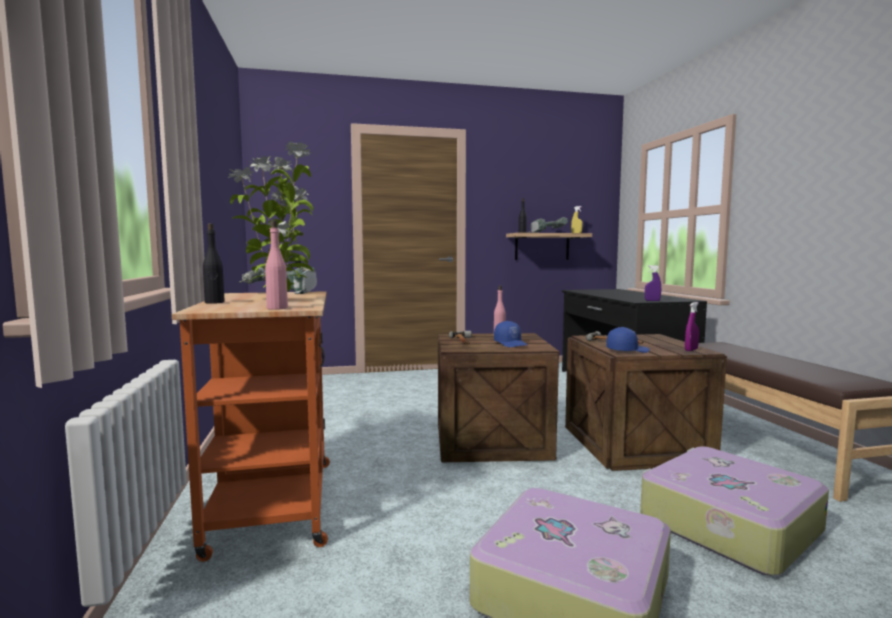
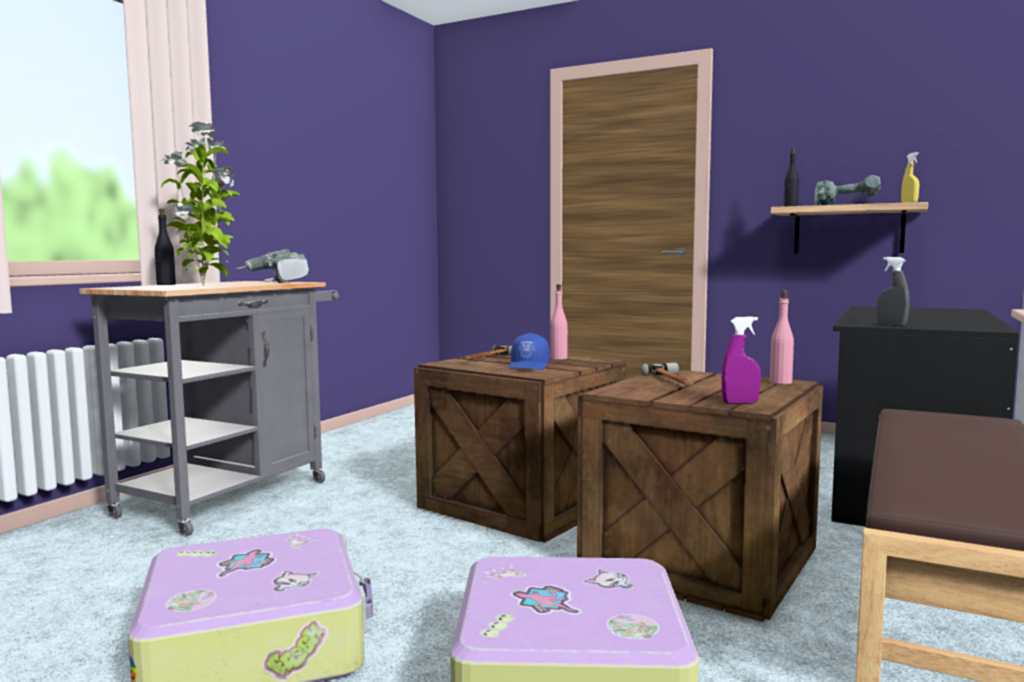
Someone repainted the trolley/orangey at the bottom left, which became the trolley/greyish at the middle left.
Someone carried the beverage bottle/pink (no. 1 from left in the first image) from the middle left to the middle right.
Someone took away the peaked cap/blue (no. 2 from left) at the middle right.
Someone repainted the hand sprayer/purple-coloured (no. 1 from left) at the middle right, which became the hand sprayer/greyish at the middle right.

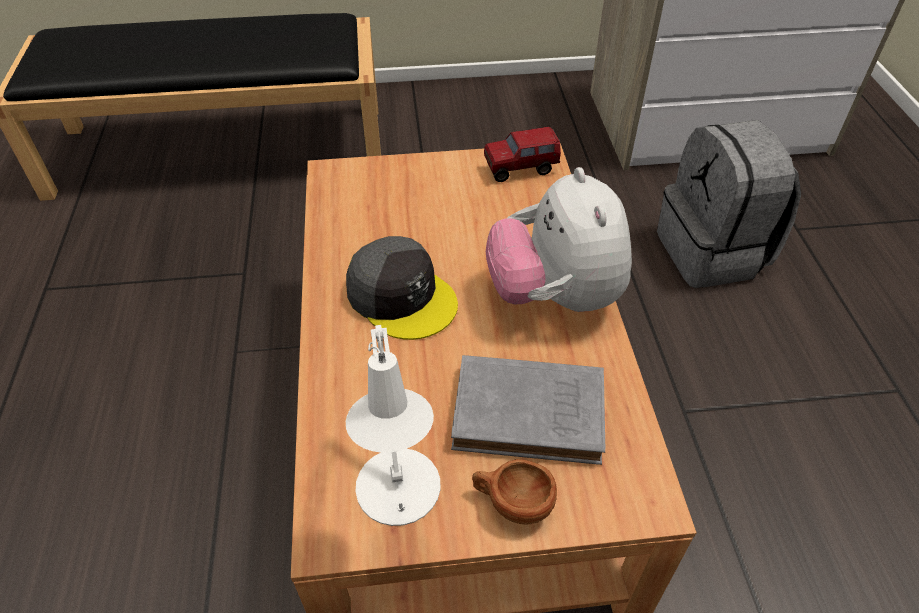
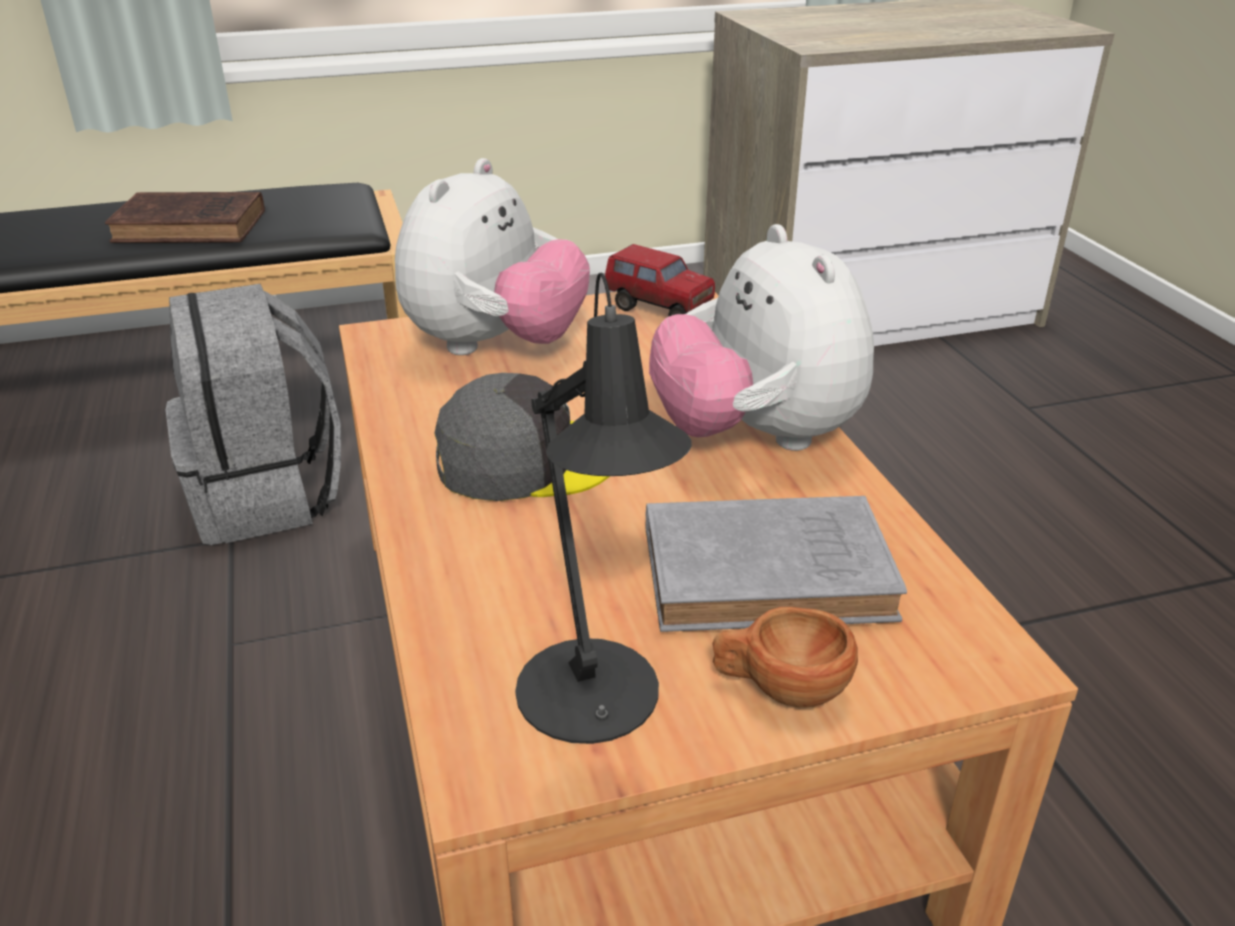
Someone rotated the peaked cap/greyish at the centre by 45 degrees counterclockwise.
Someone repainted the table lamp/white at the bottom centre, which became the table lamp/black at the centre.
Someone rotated the toy truck at the top centre by 120 degrees counterclockwise.
Someone carried the backpack/greyish from the top right to the middle left.
Someone put down the bound book/brown-coloured at the top left.
Someone put down the plush toy (no. 1 from left) at the top centre.

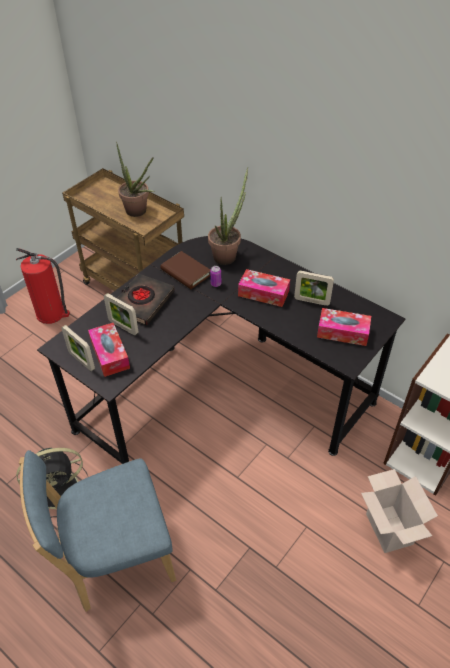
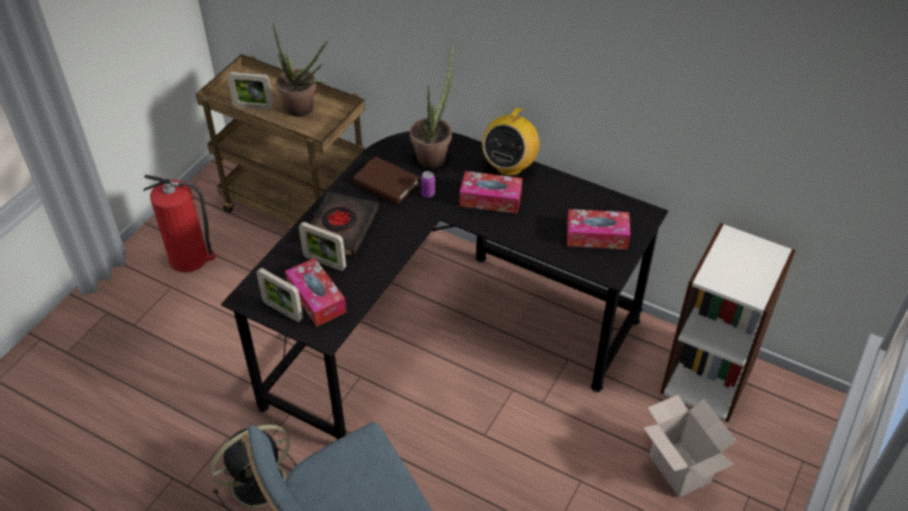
Someone carried the photo frame (no. 3 from left in the first image) from the middle right to the top left.
Someone put down the radio set at the top centre.

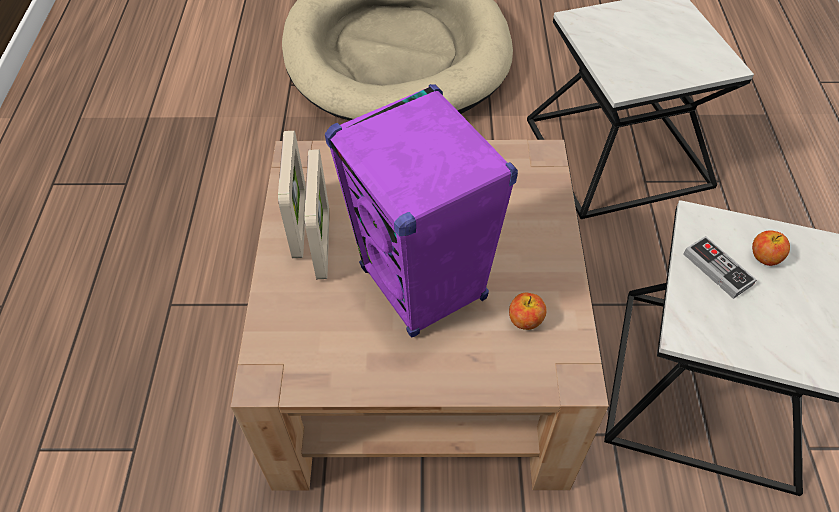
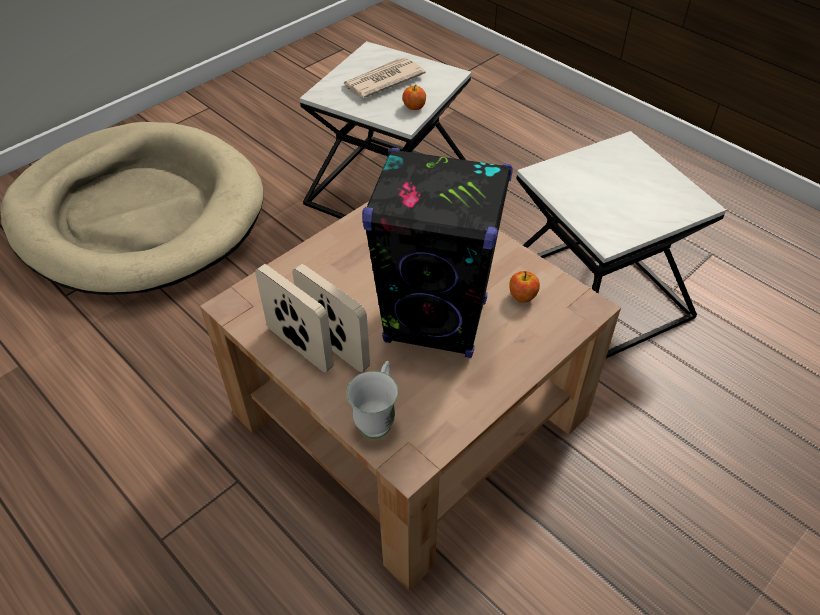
Someone repainted the loudspeaker/purple-coloured at the centre, which became the loudspeaker/black at the centre.
Someone took away the joypad at the middle right.
Someone carried the apple fruit (no. 2 from left in the first image) from the middle right to the top centre.
Someone put down the printed paper at the top centre.
Someone put down the coffee mug/white at the centre.

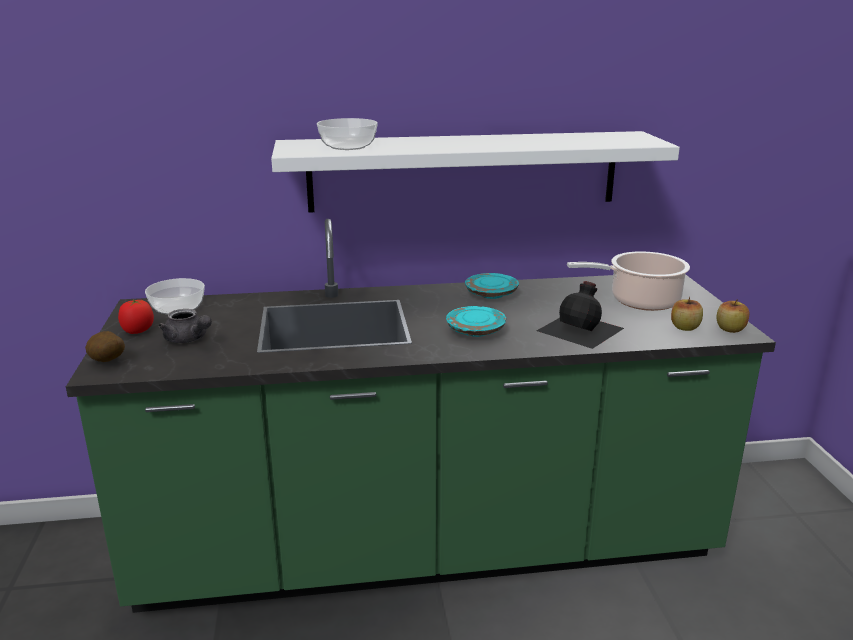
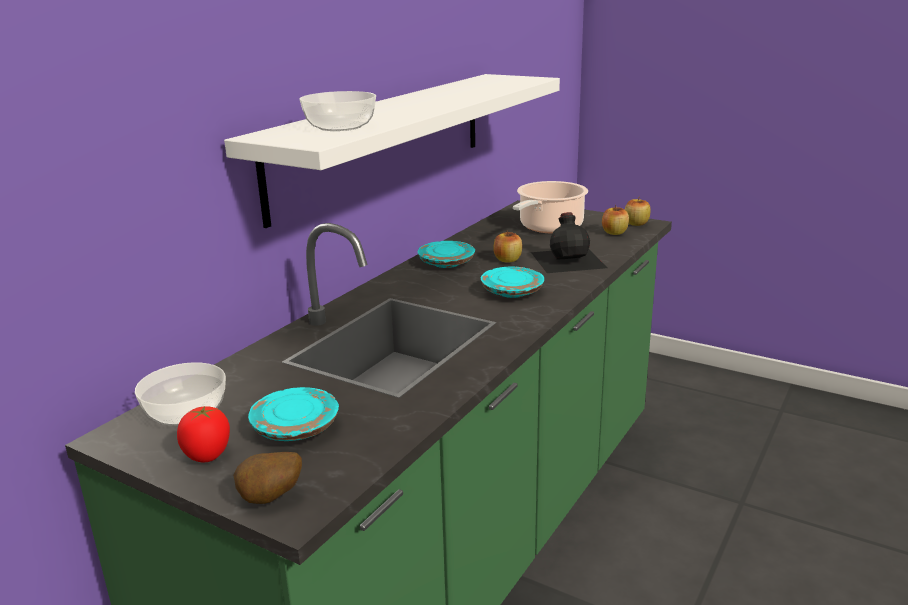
Someone swapped the teapot/greyish at the middle left for the dinner plate/turquoise-coloured (no. 1 from left) at the bottom left.
Someone put down the apple fruit (no. 1 from left) at the centre.

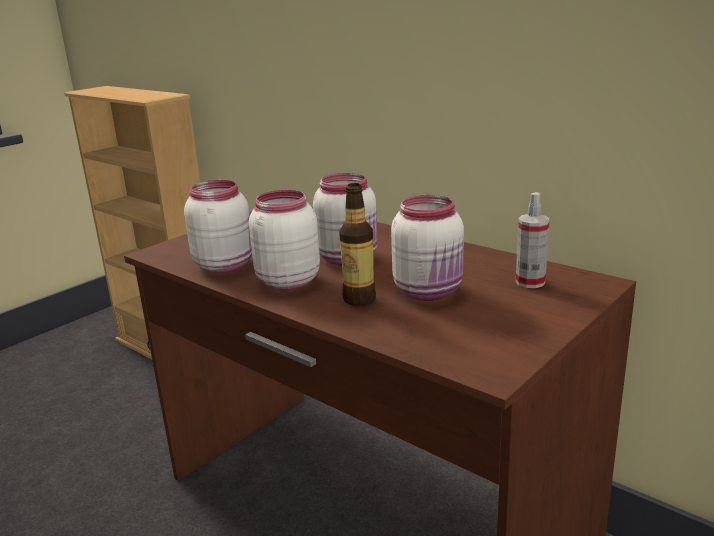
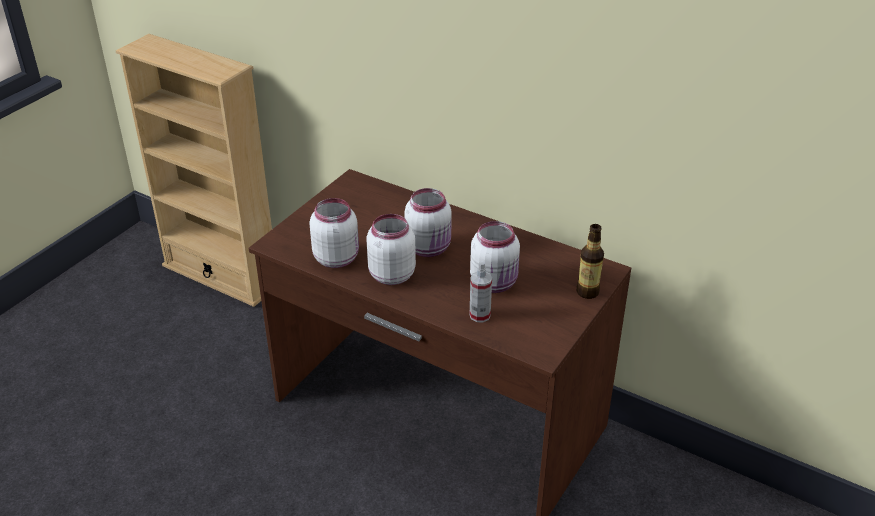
Someone carried the beverage bottle from the centre to the middle right.
Someone carried the hand sprayer from the middle right to the centre.

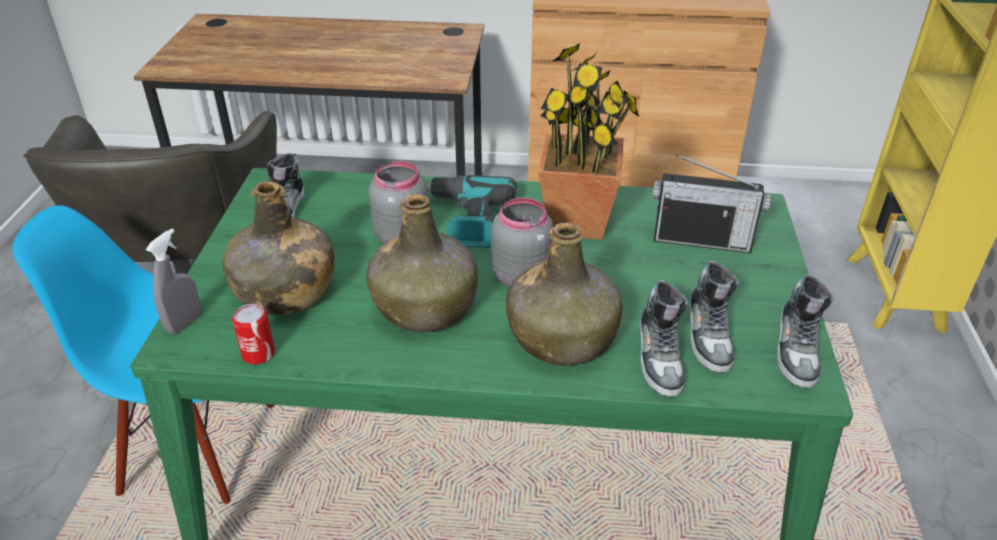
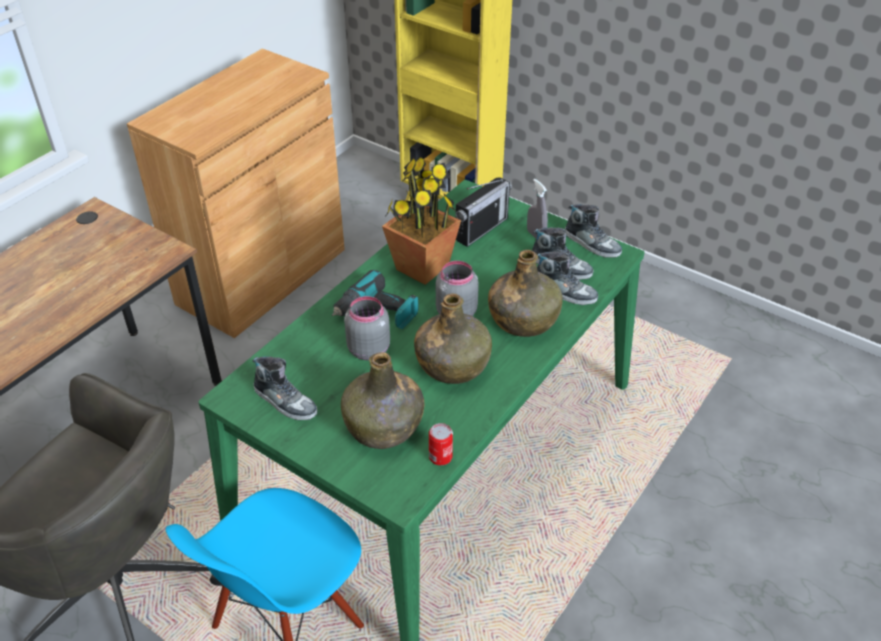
Someone carried the hand sprayer/greyish from the middle left to the top centre.

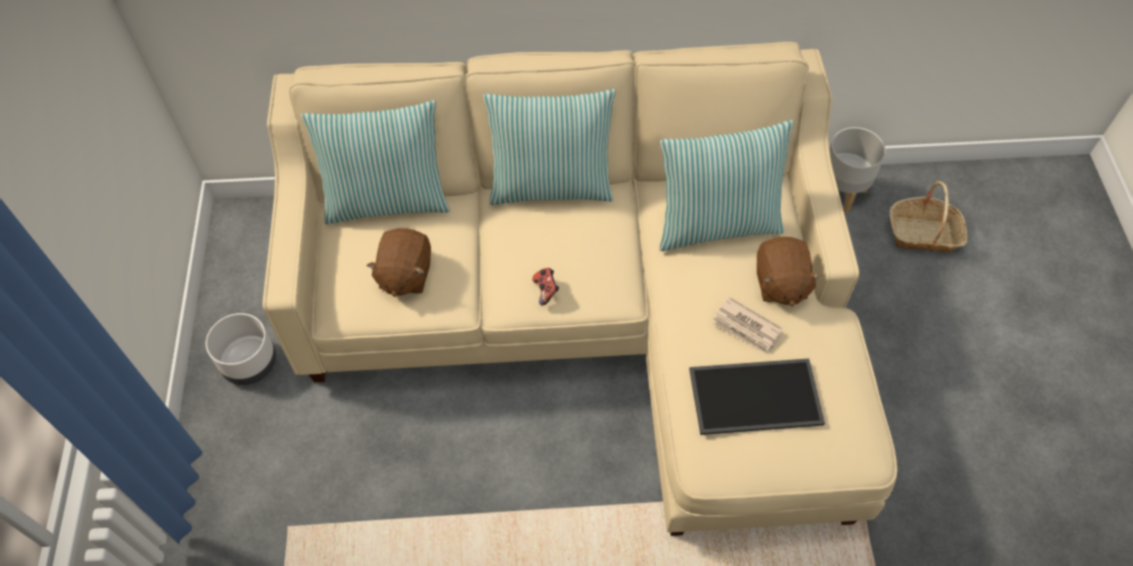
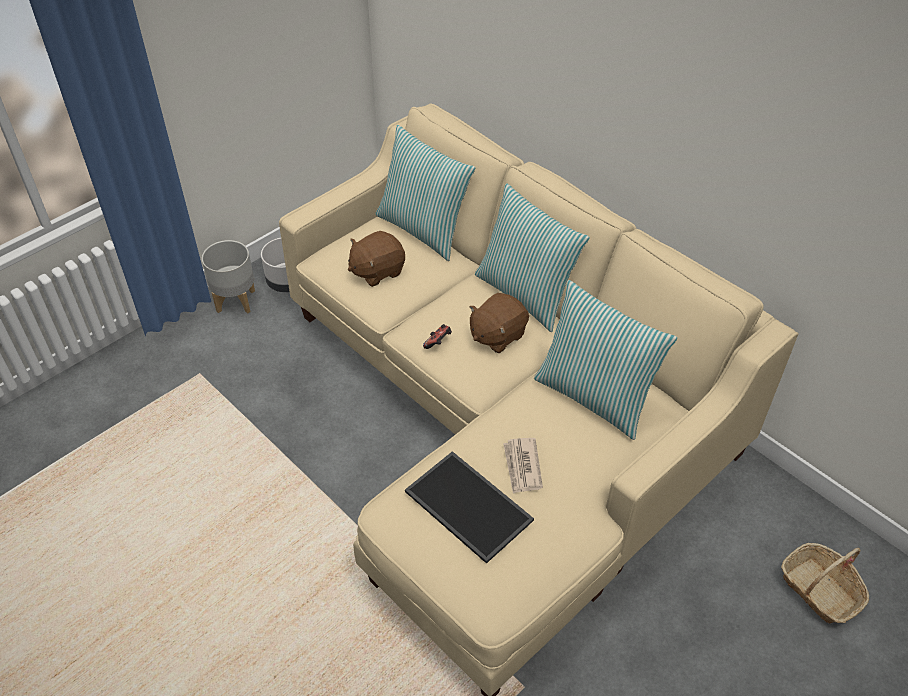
Someone carried the plush toy/brown-coloured (no. 2 from left) from the middle right to the centre.
Someone carried the planter/greyish (no. 2 from left in the first image) from the top right to the middle left.

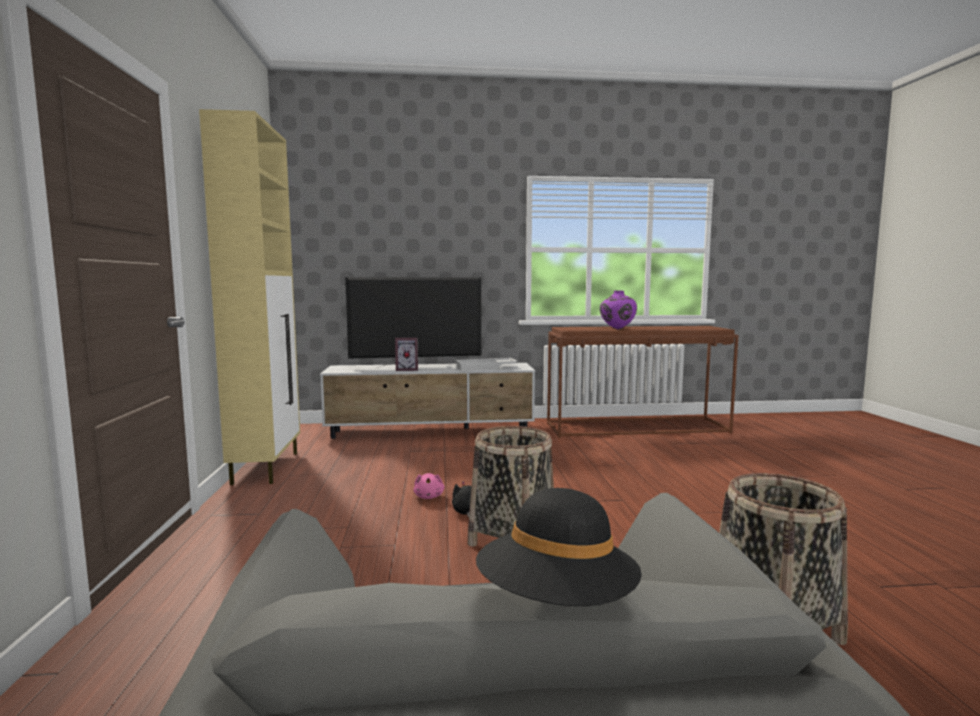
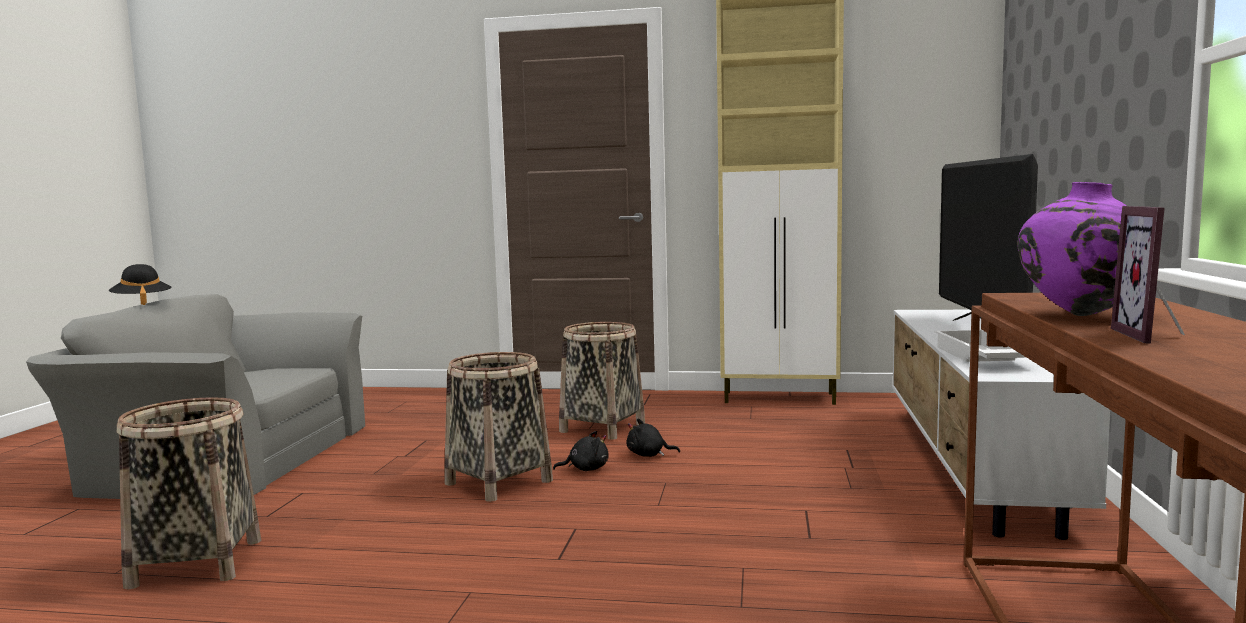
Someone carried the photo frame from the centre to the middle right.
Someone repainted the plush toy/pink at the bottom centre, which became the plush toy/black (no. 2 from left) at the bottom centre.
Someone put down the storage basket (no. 3 from left) at the centre.

